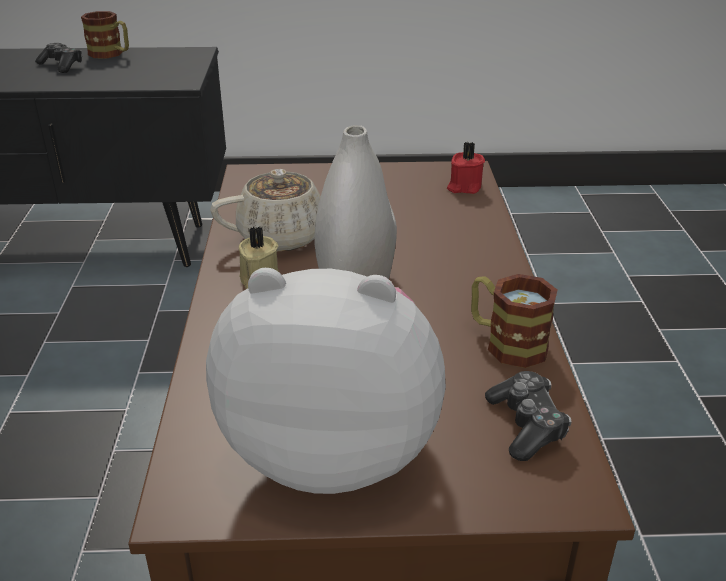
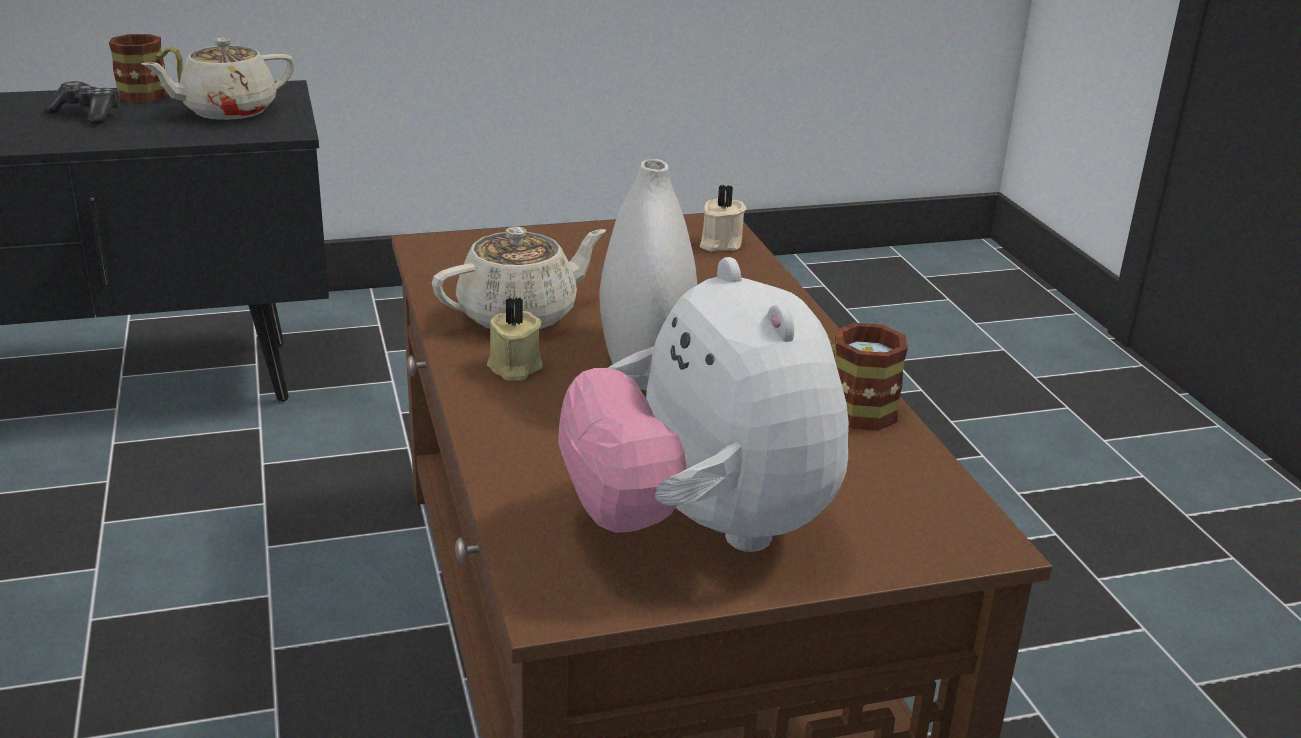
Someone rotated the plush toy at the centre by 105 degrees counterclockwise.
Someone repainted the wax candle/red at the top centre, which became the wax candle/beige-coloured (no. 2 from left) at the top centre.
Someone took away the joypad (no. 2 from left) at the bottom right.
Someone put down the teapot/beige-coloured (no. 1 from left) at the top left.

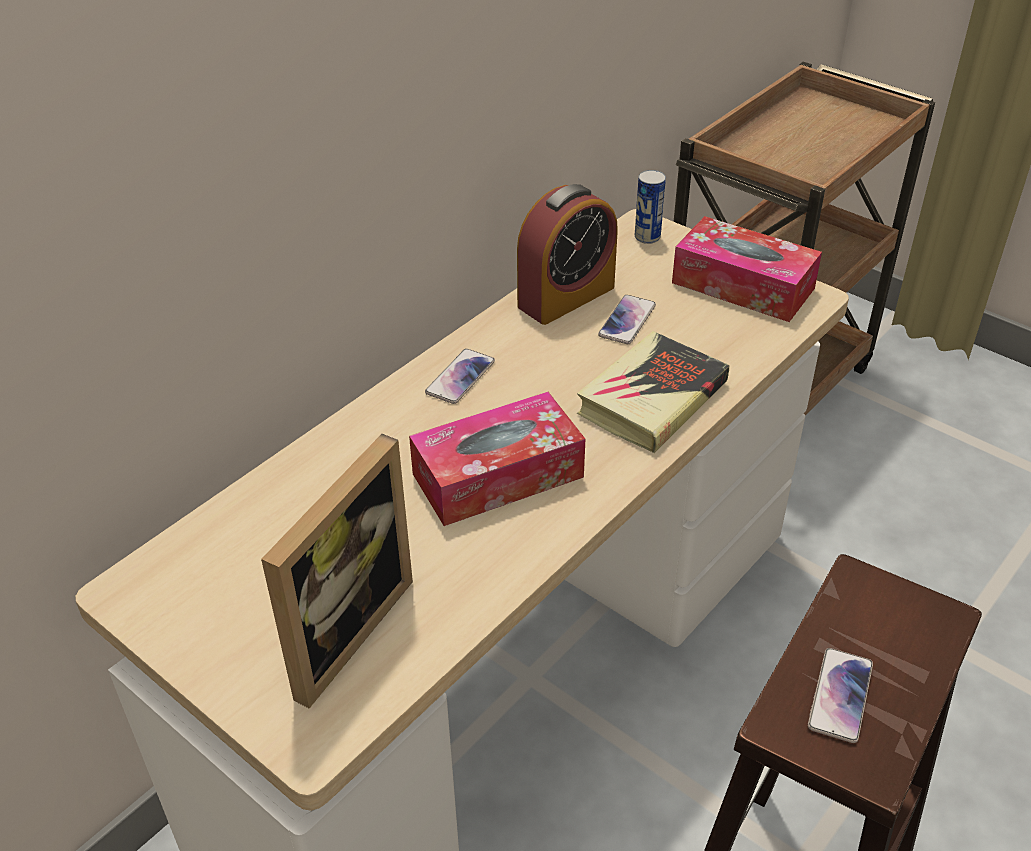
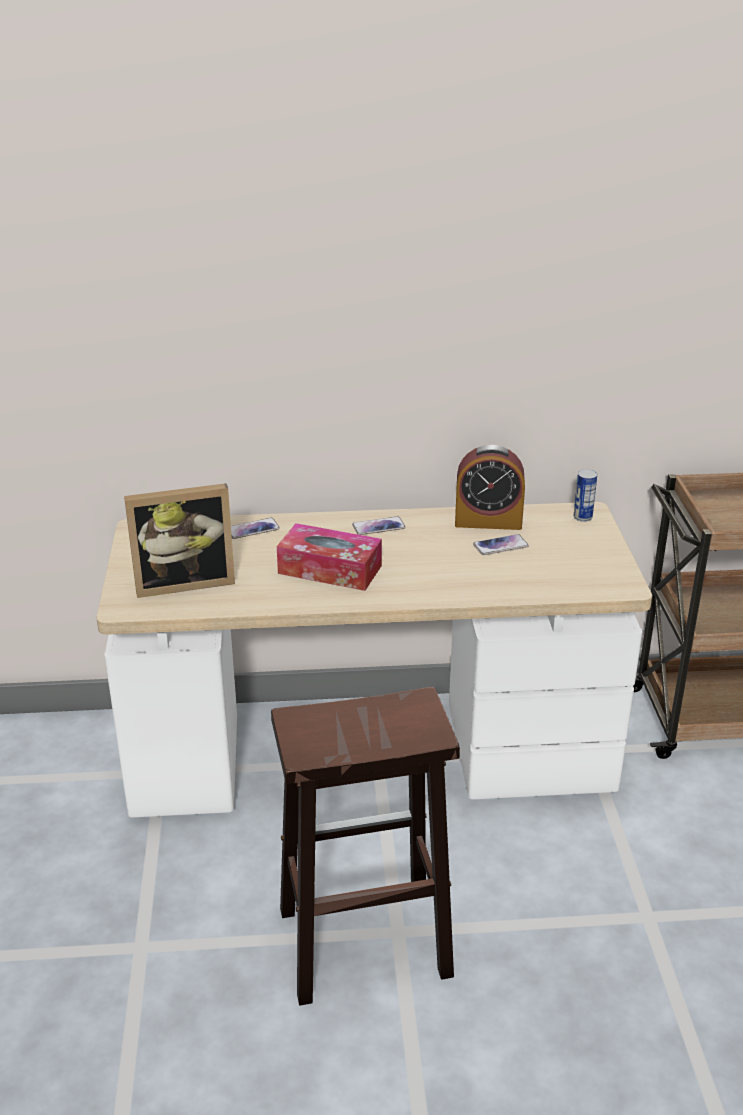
Someone took away the bound book at the centre.
Someone took away the box of tissues (no. 2 from left) at the top right.
Someone carried the handset (no. 3 from left in the first image) from the bottom right to the centre.

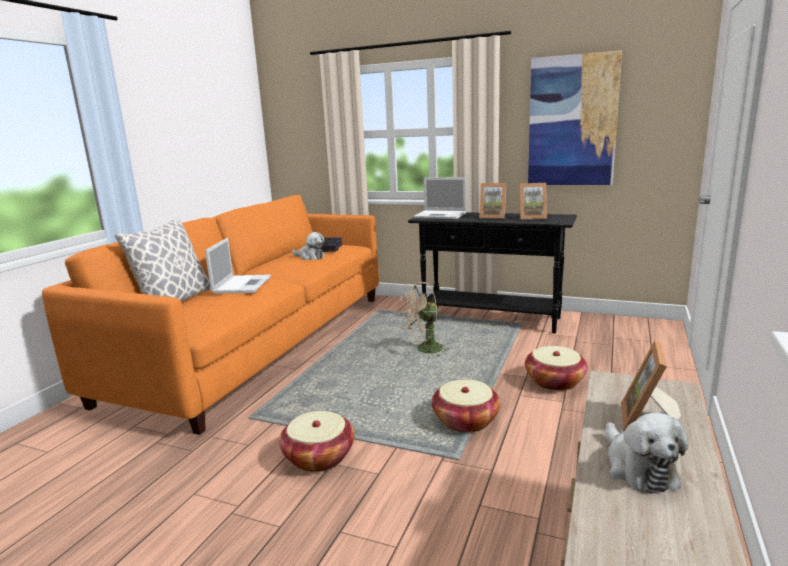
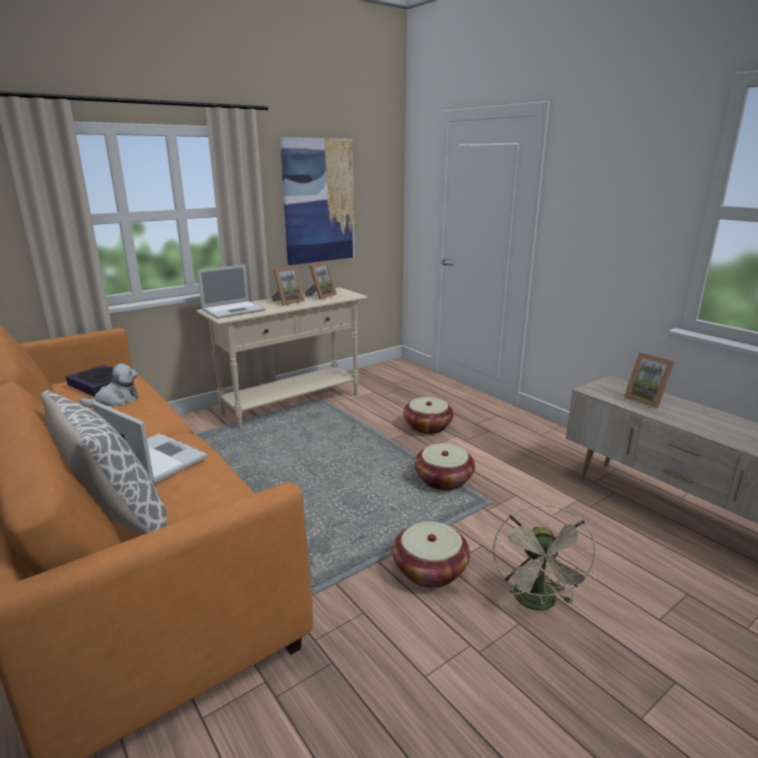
Someone carried the cooling fan/beige-coloured from the centre to the bottom right.
Someone repainted the console table/black at the centre, which became the console table/beige-coloured at the centre.
Someone took away the plush toy (no. 2 from left) at the bottom right.

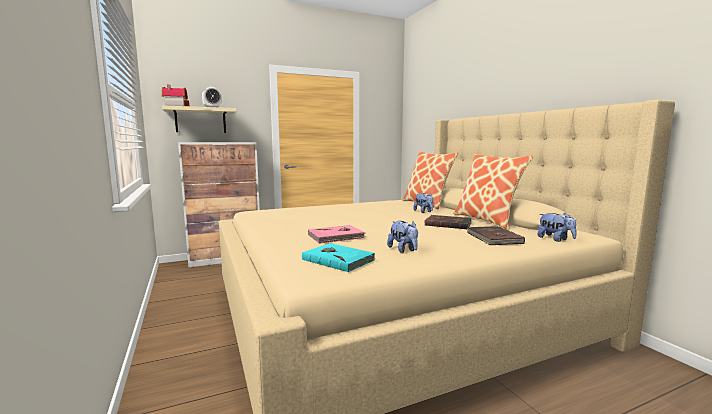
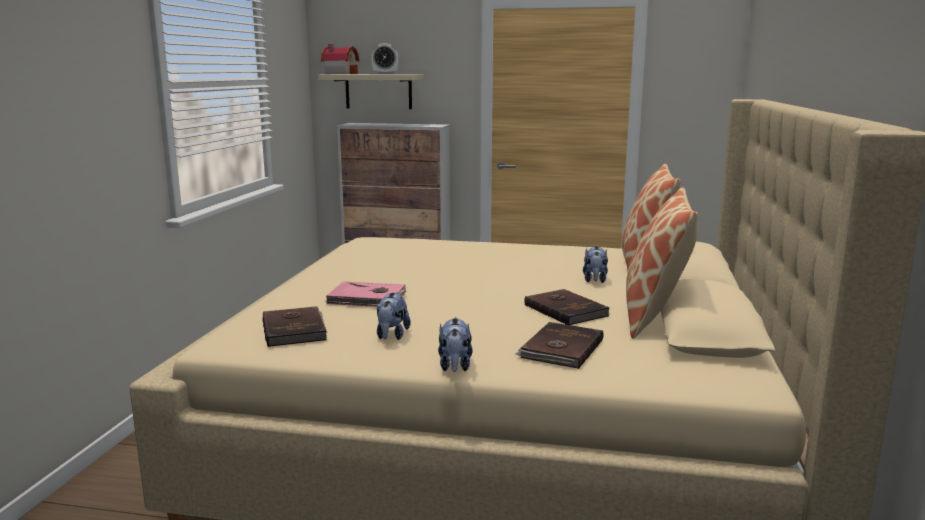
Someone repainted the bound book/turquoise-coloured at the centre, which became the bound book/brown-coloured (no. 1 from left) at the middle left.
Someone carried the plush toy (no. 3 from left in the first image) from the middle right to the centre.

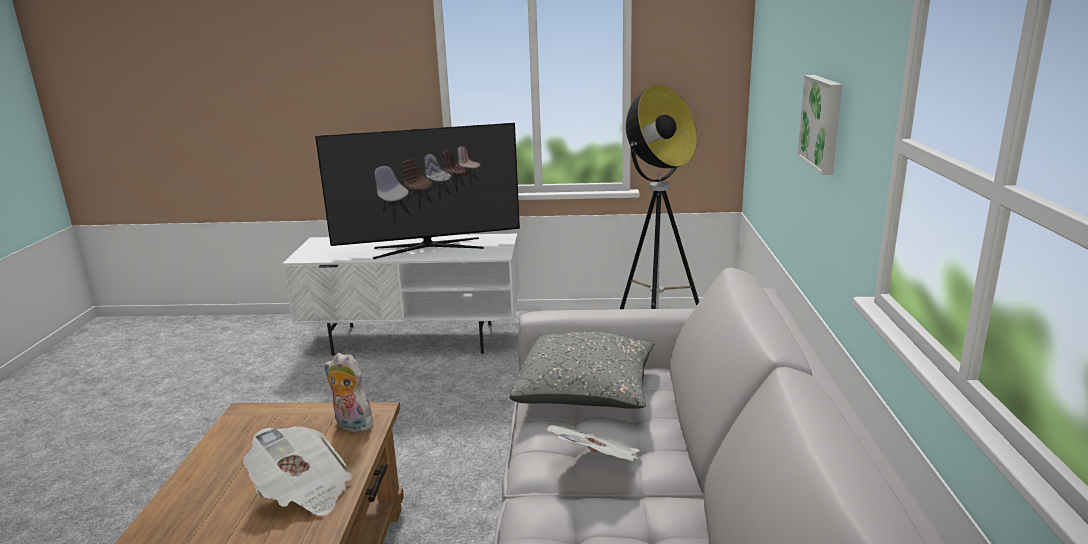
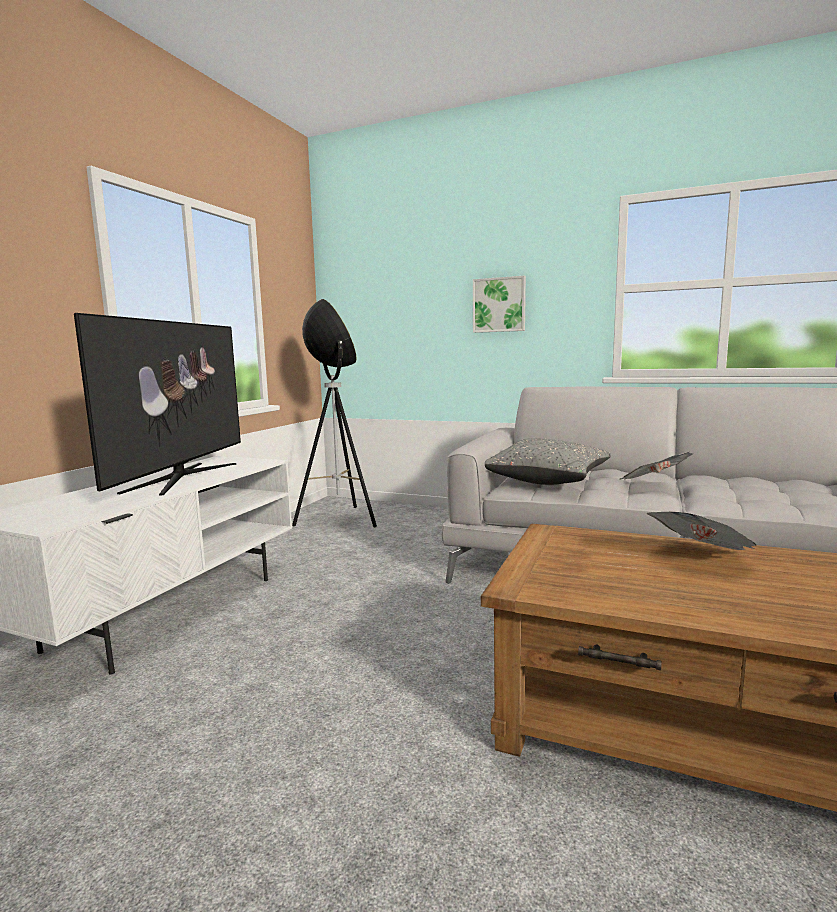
Someone took away the plush toy at the bottom left.

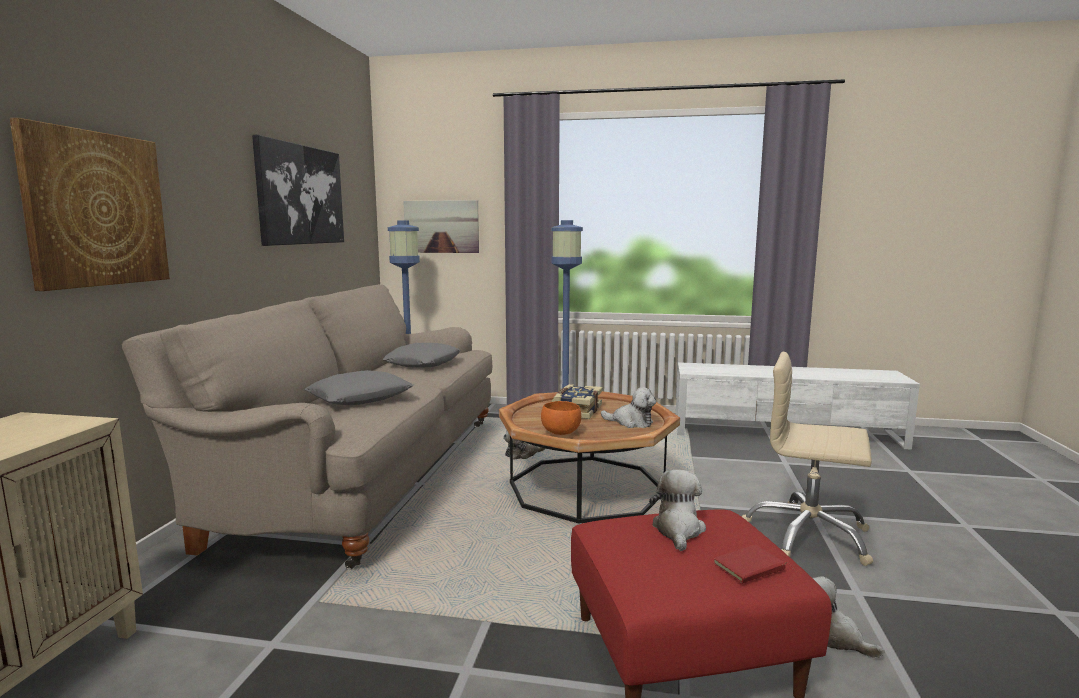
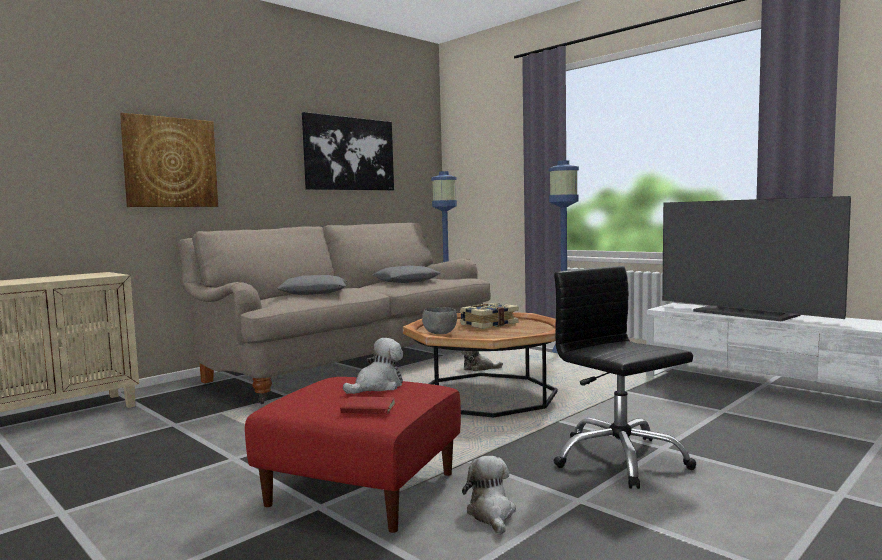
Someone took away the wall picture (no. 3 from left) at the top centre.
Someone repainted the deep dish/orangey at the centre, which became the deep dish/greyish at the centre.
Someone took away the plush toy (no. 2 from left) at the centre.
Someone repainted the office chair/beige-coloured at the middle right, which became the office chair/black at the bottom right.
Someone put down the TV set at the middle right.

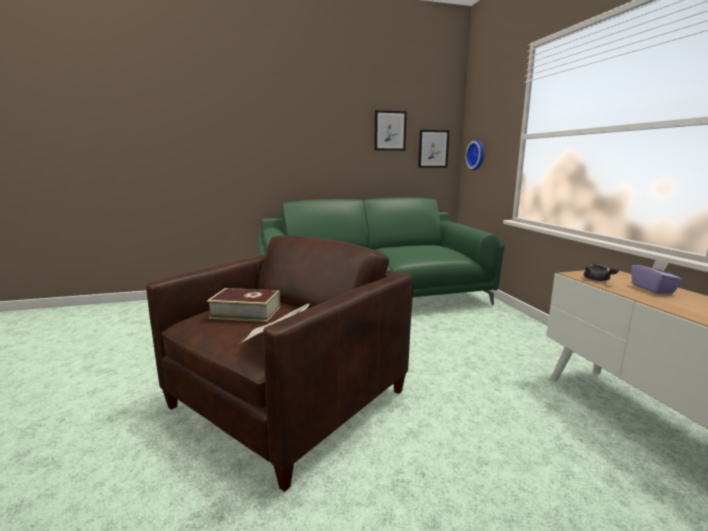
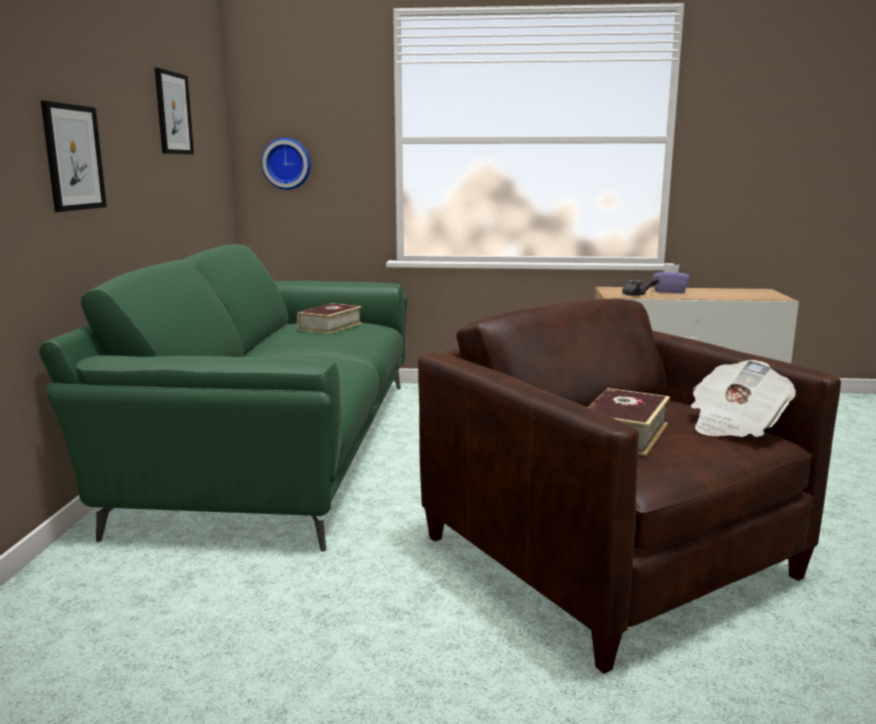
Someone carried the wall picture (no. 2 from left in the first image) from the top centre to the top left.
Someone put down the bound book (no. 1 from left) at the centre.

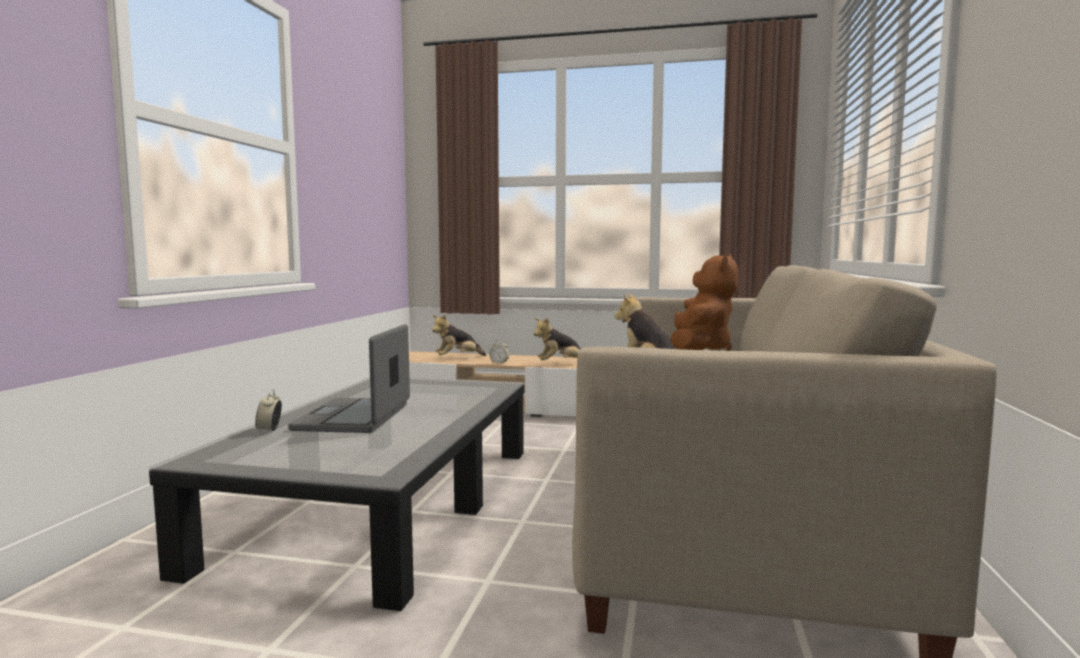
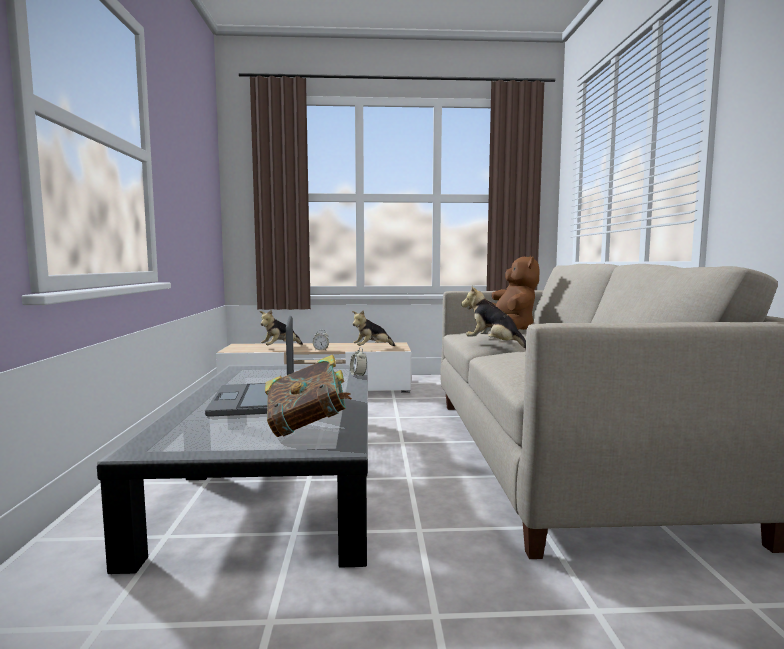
Someone carried the alarm clock (no. 1 from left in the first image) from the middle left to the centre.
Someone put down the bound book at the centre.

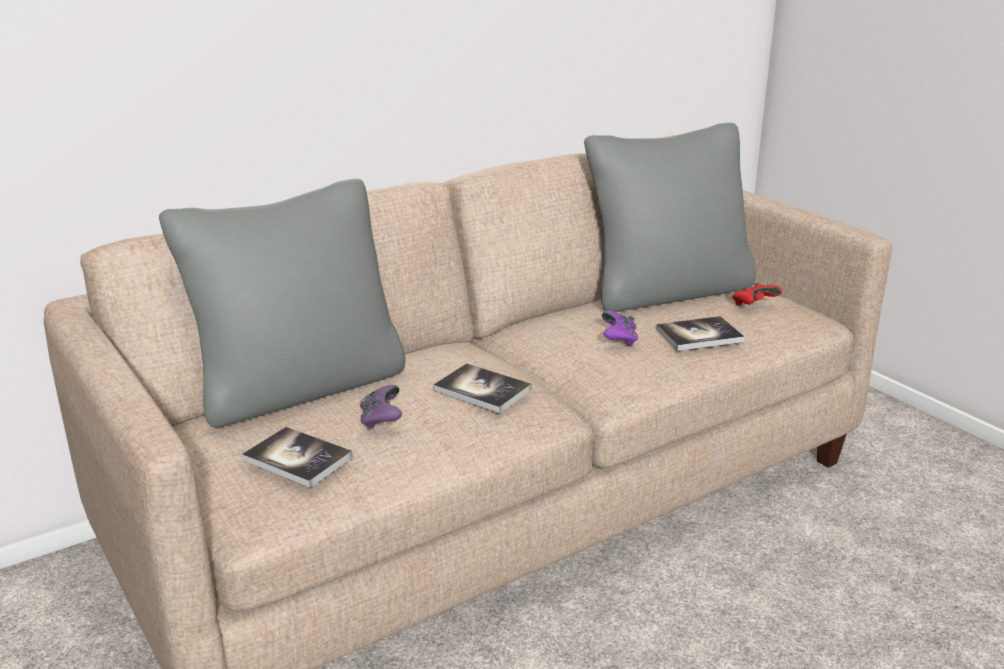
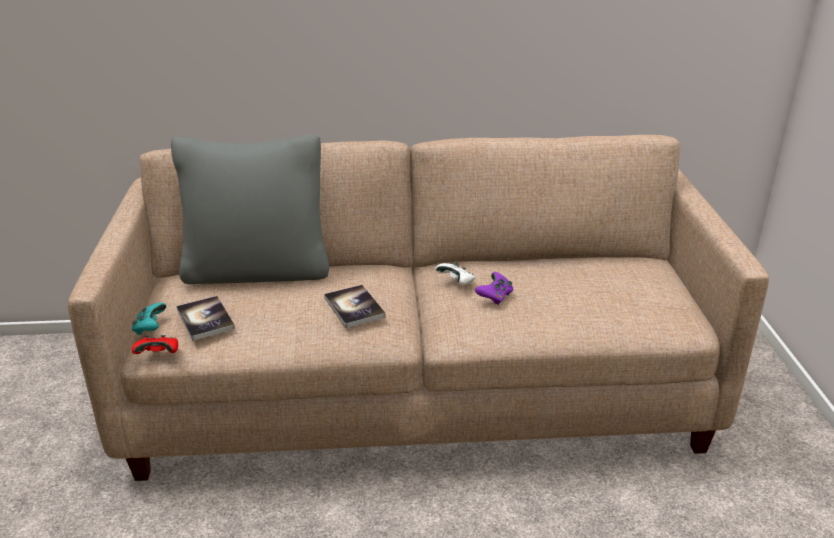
Someone took away the joypad/purple-coloured (no. 1 from left) at the centre.
Someone took away the cushion/greyish (no. 2 from left) at the top right.
Someone took away the bound book (no. 3 from left) at the middle right.
Someone carried the joypad/red from the middle right to the middle left.
Someone put down the joypad/turquoise-coloured at the middle left.
Someone put down the joypad/white at the centre.

